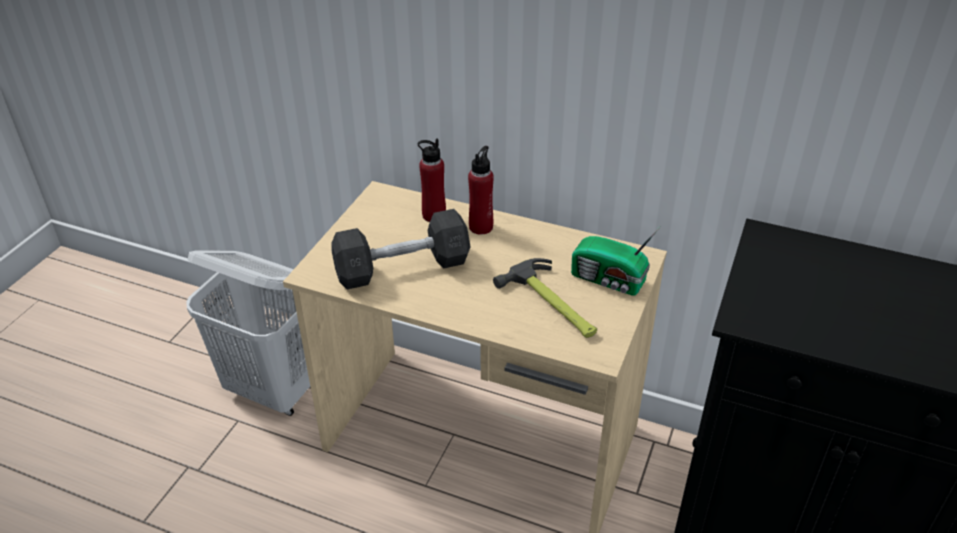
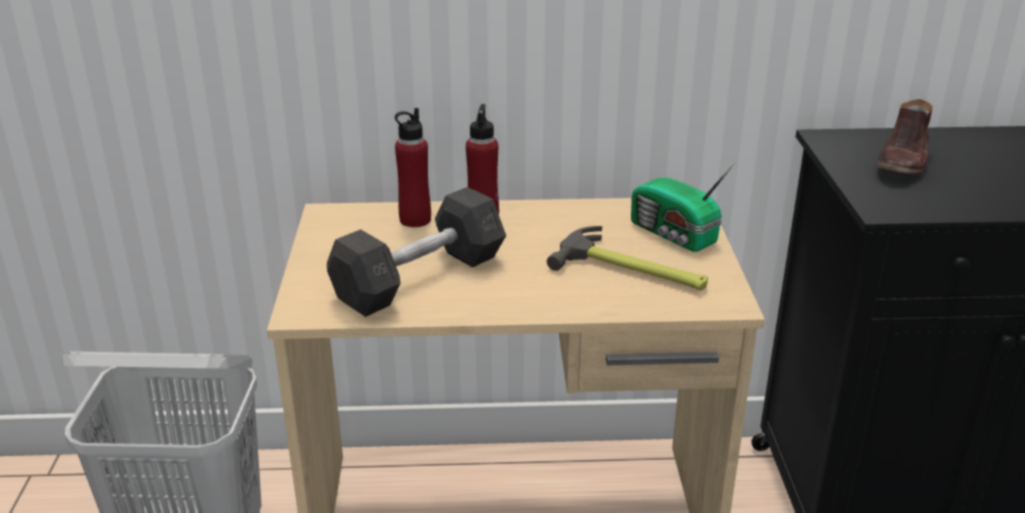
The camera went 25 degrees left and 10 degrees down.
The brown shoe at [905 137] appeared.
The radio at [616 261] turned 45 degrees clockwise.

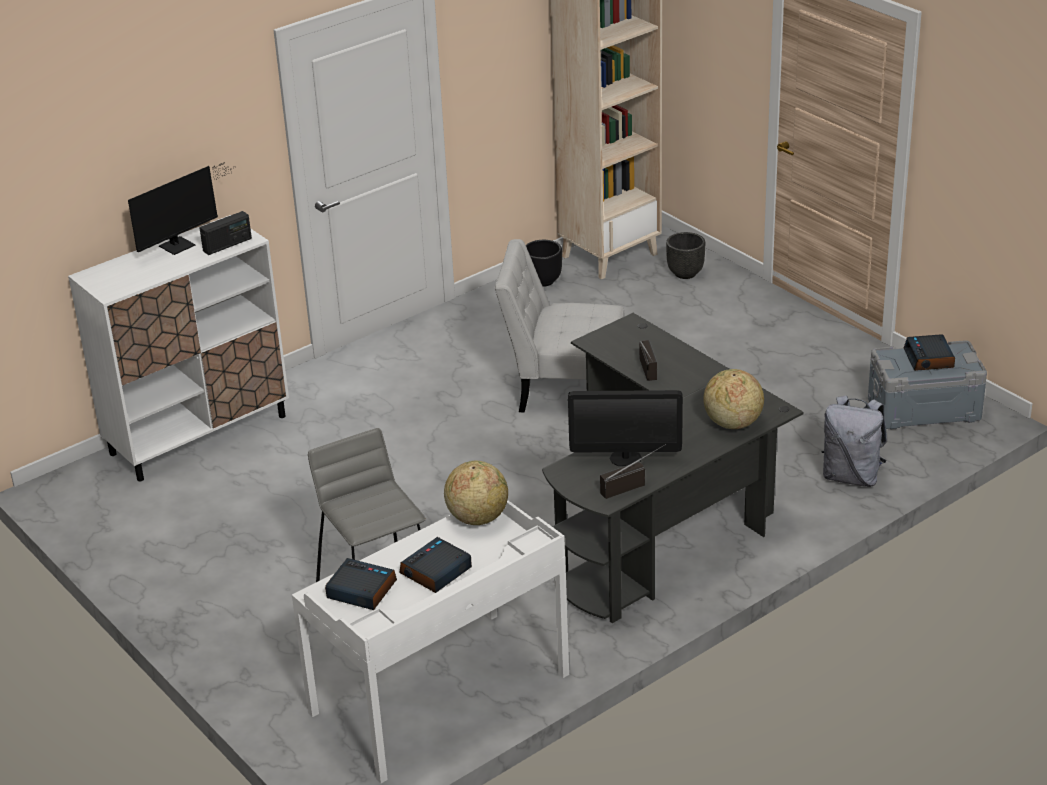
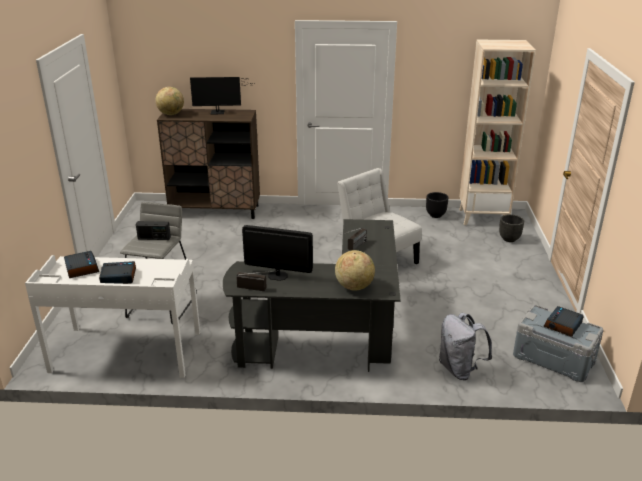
The camera went 40 degrees right and 5 degrees down.
The radio moved from [225 233] to [153 230].
The globe moved from [476 493] to [169 101].
The white cabinet at [178 348] became the brown cabinet at [208 164].
The monitor at [625 428] turned 150 degrees clockwise.

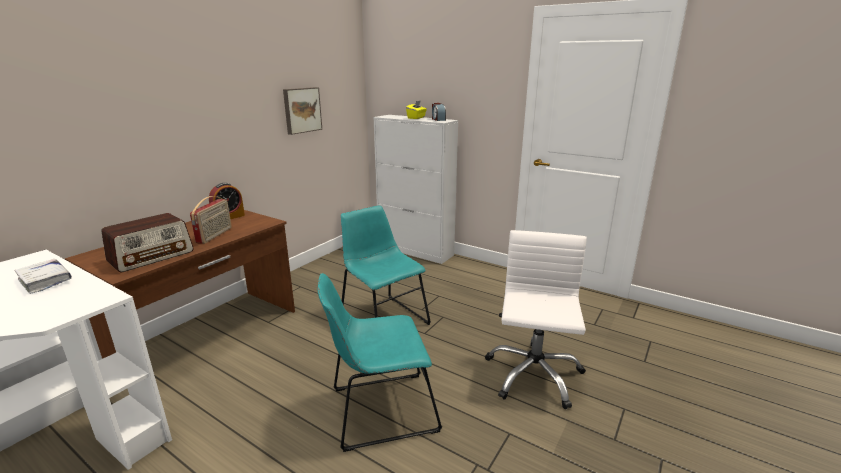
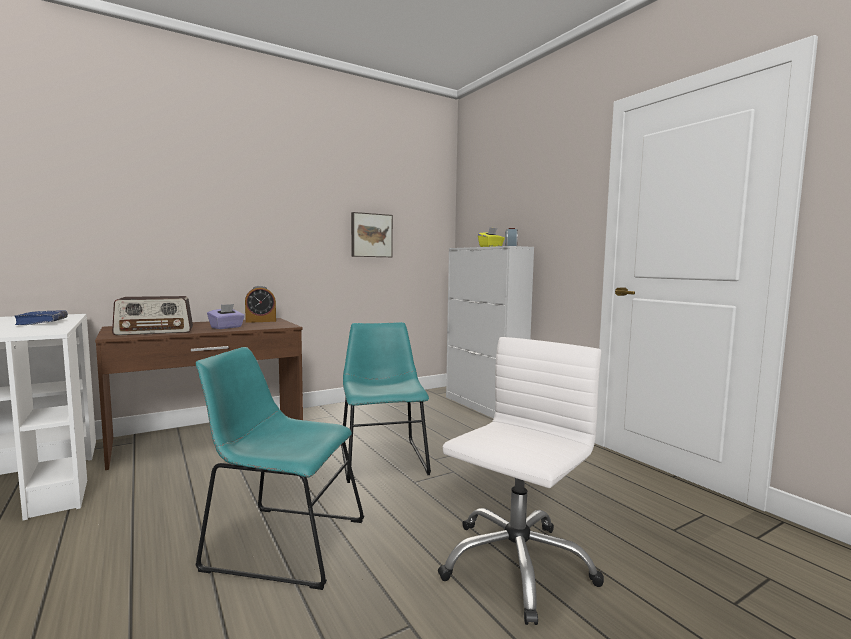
The camera went 25 degrees right and 15 degrees down.
The radio at [211 220] was replaced by the purple tissue box at [226 316].
The white book at [43 276] became the blue book at [41 317].

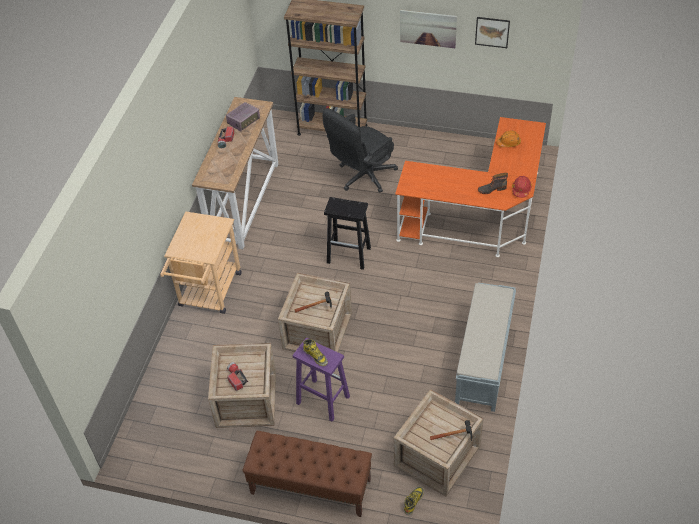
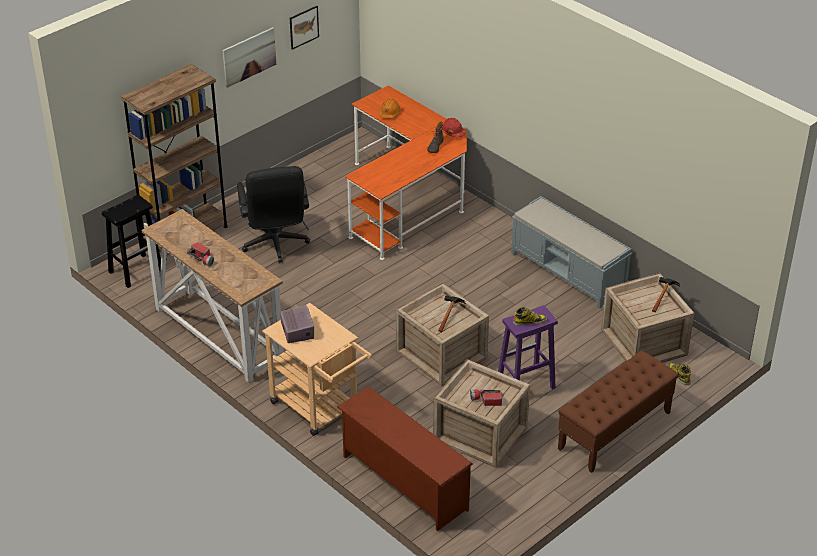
The camera went 60 degrees left and 10 degrees down.
The brown shoe rack at [405 458] appeared.
The radio moved from [243 117] to [297 324].
The black stool moved from [347 233] to [131 241].

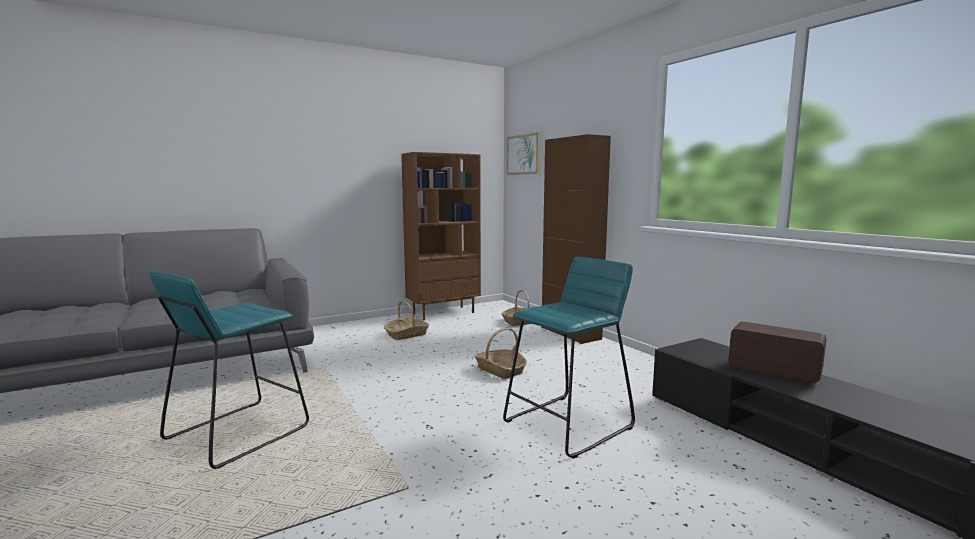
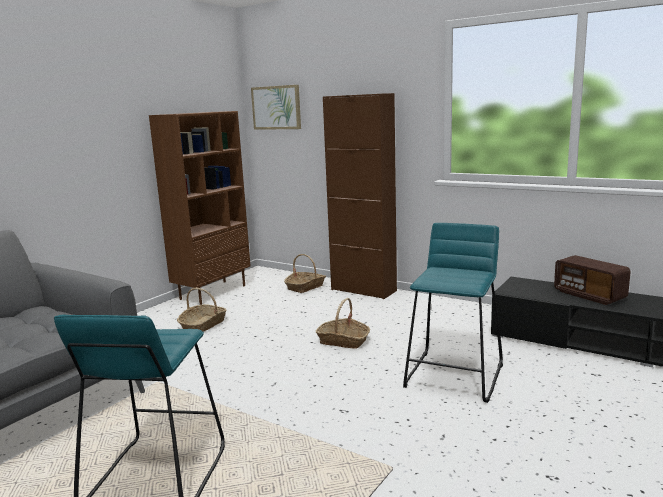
The camera went 25 degrees left and 5 degrees up.
The radio at [777 353] turned 135 degrees counterclockwise.

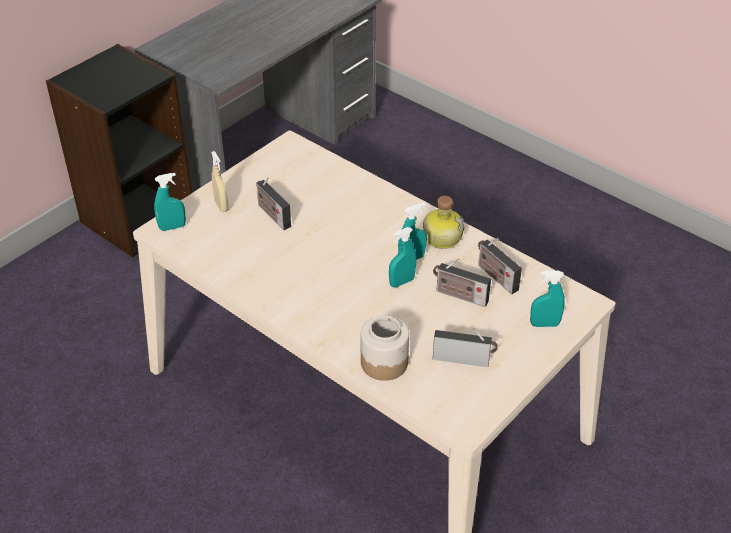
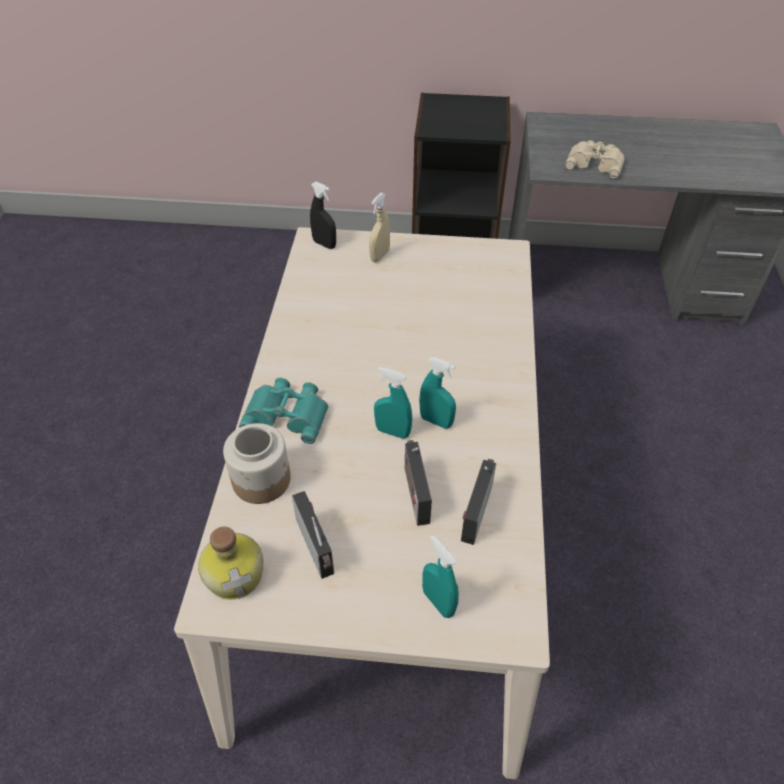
The camera went 55 degrees right and 5 degrees up.
The radio at [273 203] disappeared.
The turquoise binoculars at [283 411] appeared.
The beige binoculars at [595 159] appeared.
The bottle moved from [443 222] to [231 563].
The turquoise spray bottle at [170 202] became the black spray bottle at [323 215].

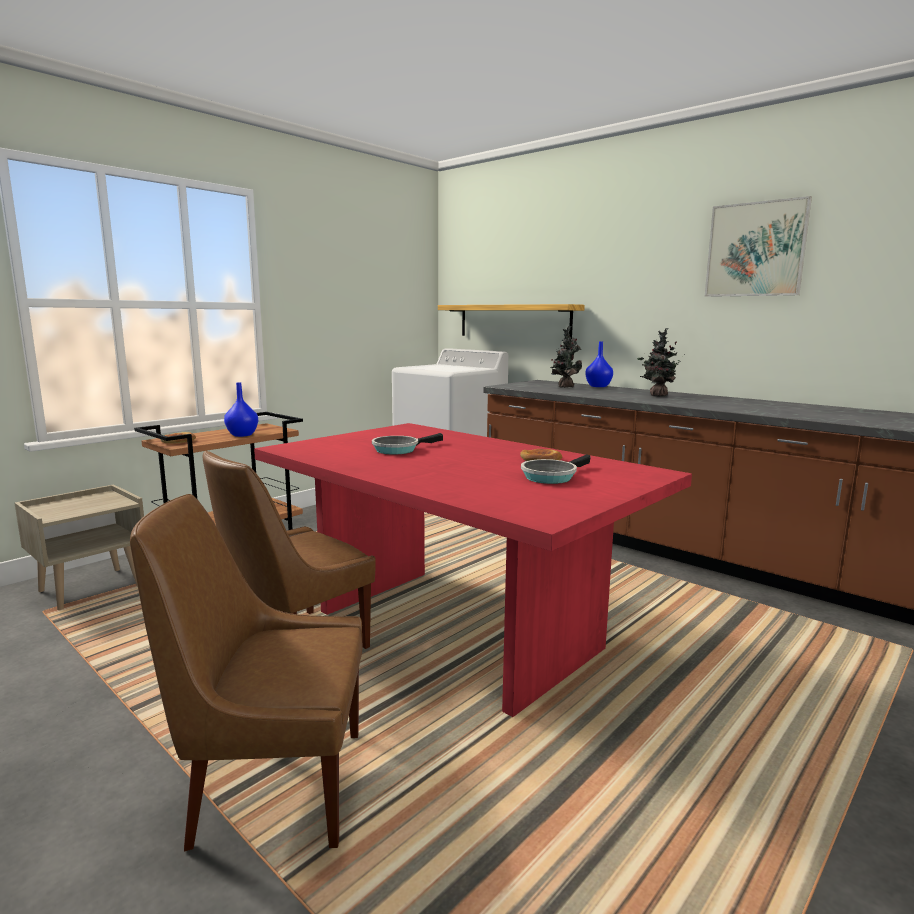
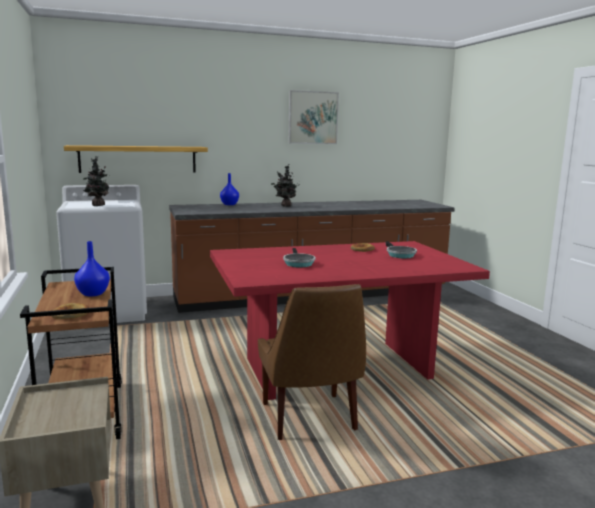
The camera went 60 degrees left and 0 degrees up.
The brown chair at [246 672] disappeared.
The potted plant moved from [566 357] to [96 181].

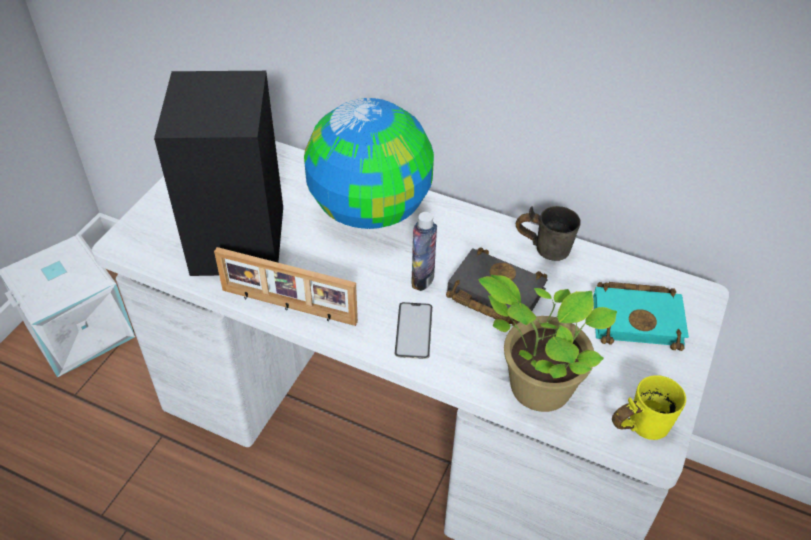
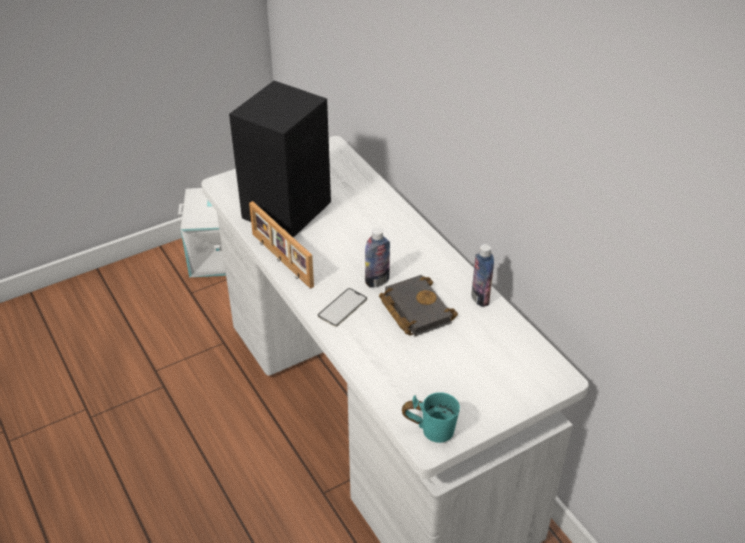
The camera went 35 degrees right and 5 degrees down.
The globe at [369 163] disappeared.
The potted plant at [548 343] disappeared.
The turquoise book at [641 316] disappeared.
The grey mug at [548 233] was replaced by the bottle at [482 275].
The yellow mug at [649 407] became the turquoise mug at [431 417].

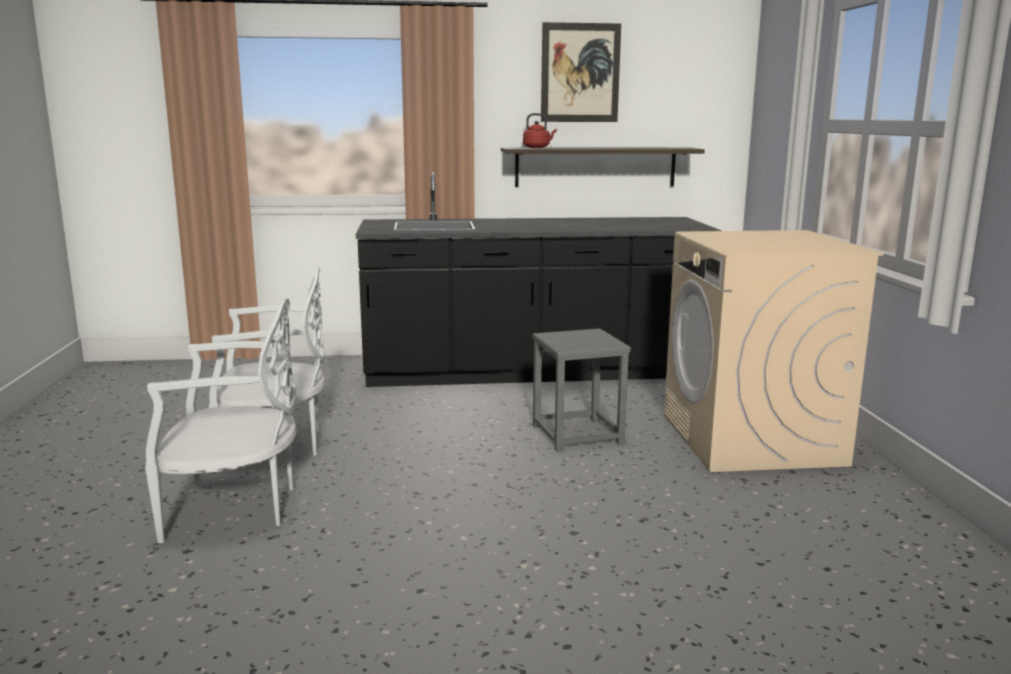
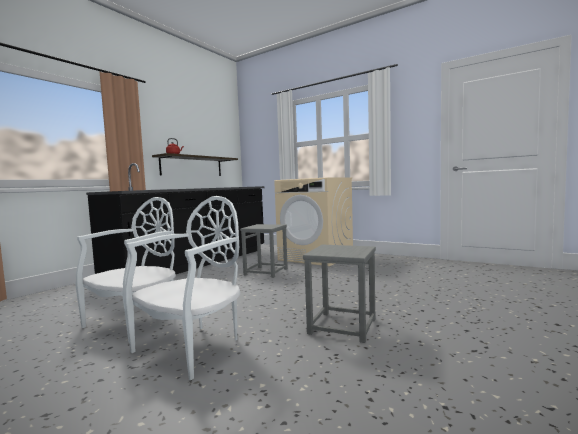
The camera went 50 degrees left and 10 degrees down.
The picture at [581 72] disappeared.
The grey stool at [339 294] appeared.

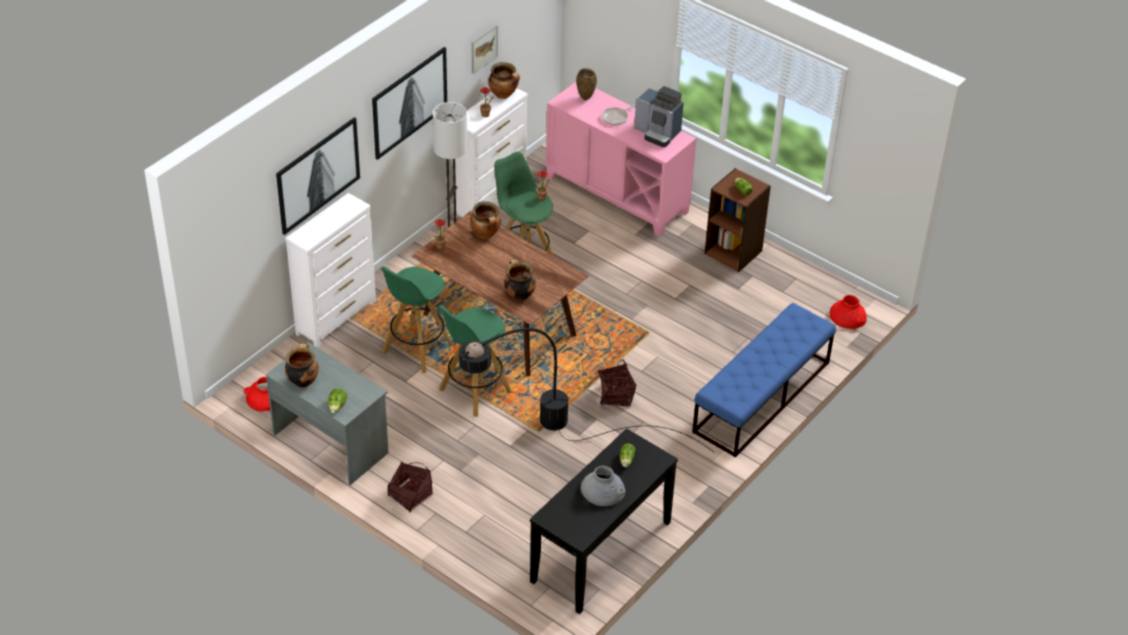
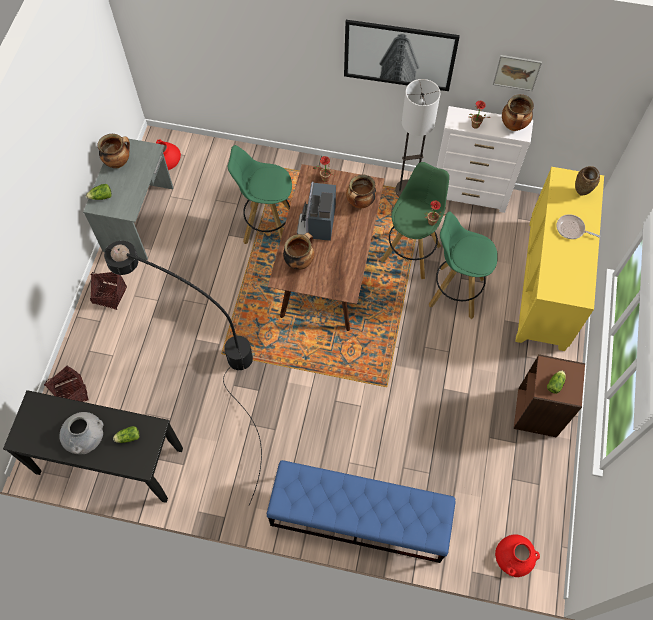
The camera went 65 degrees right and 20 degrees up.
The picture at [318 176] disappeared.
The white dresser at [330 270] disappeared.
The green stool moved from [475 361] to [463 265].
The basket moved from [617 383] to [66 383].
The coffee machine moved from [659 116] to [316 211].
The pink cabinet at [621 159] became the yellow cabinet at [559 259].

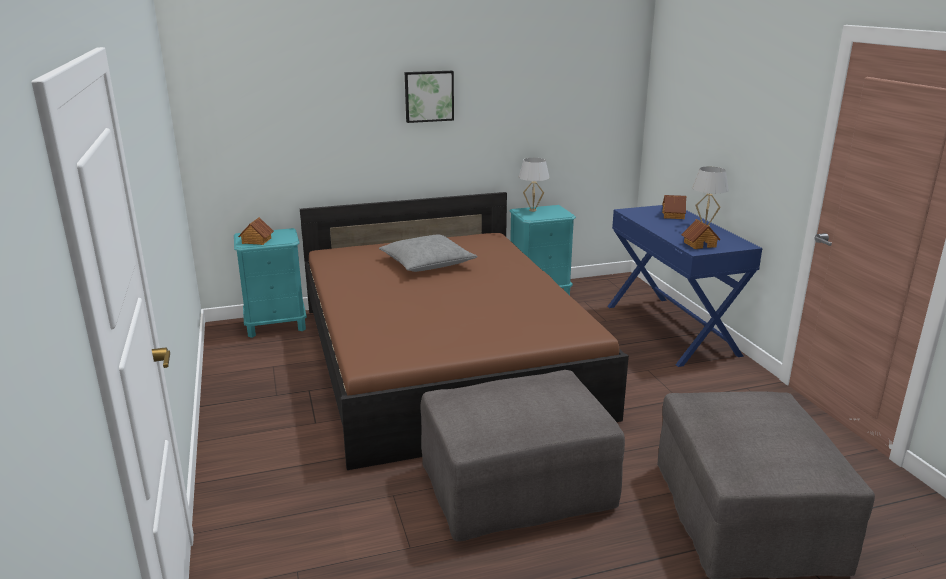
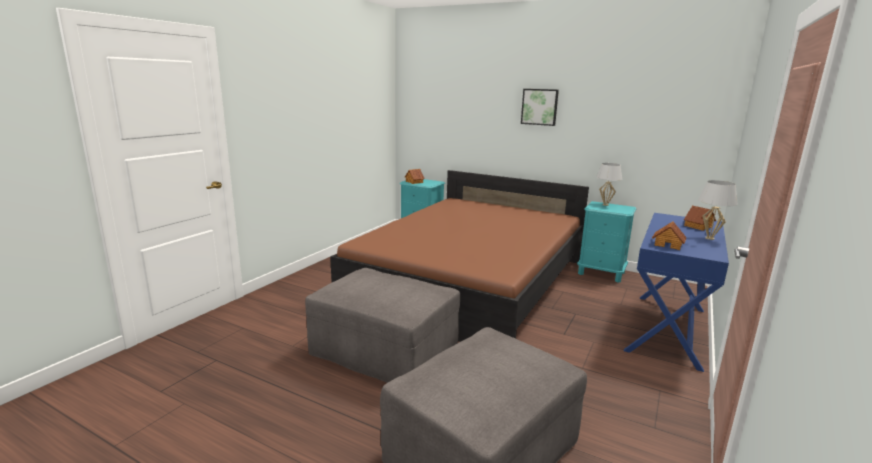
The camera went 45 degrees right and 5 degrees down.
The grey pillow at [428 253] disappeared.

